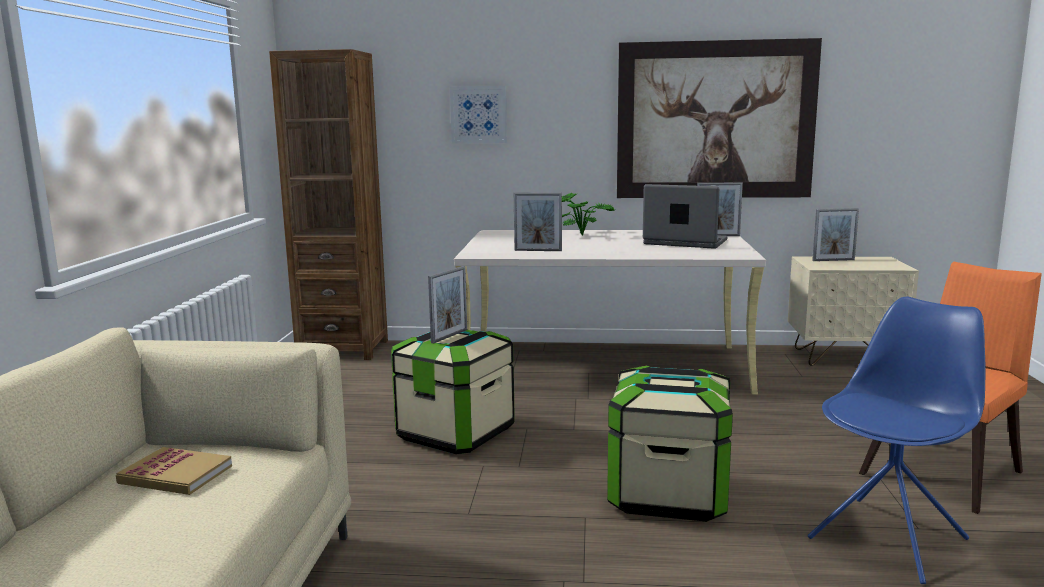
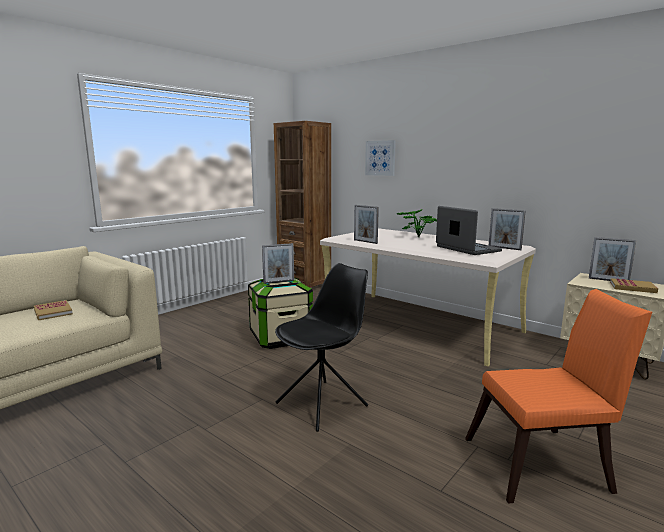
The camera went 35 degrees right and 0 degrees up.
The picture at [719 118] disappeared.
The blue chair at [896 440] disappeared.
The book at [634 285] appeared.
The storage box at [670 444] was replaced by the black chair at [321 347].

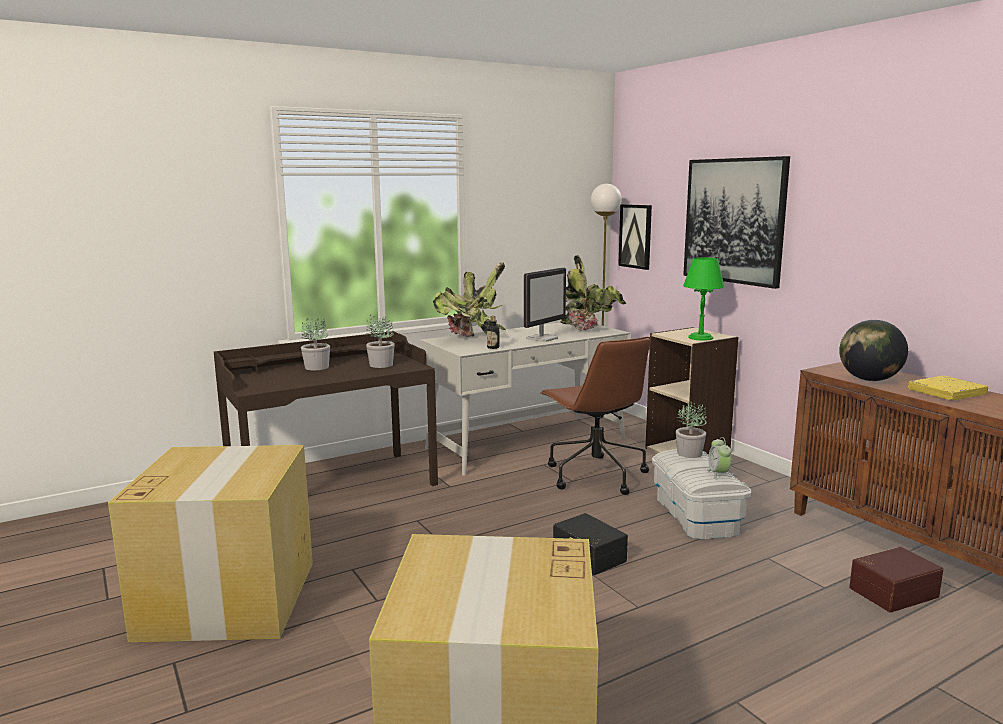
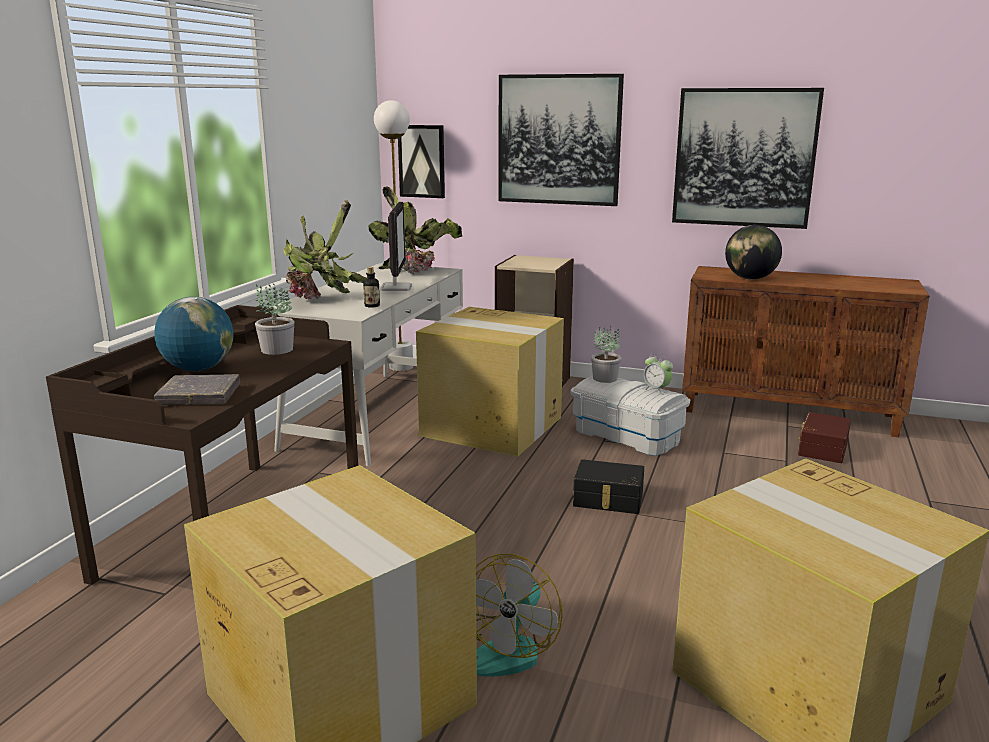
The camera went 40 degrees left and 5 degrees up.
The green table lamp at [704 299] disappeared.
The yellow book at [948 388] disappeared.
The grey book at [197 389] appeared.
The fan at [519 615] appeared.
The picture at [748 158] appeared.
The potted plant at [315 343] was replaced by the globe at [193 334].
The brown office chair at [595 416] was replaced by the cardboard box at [490 381].

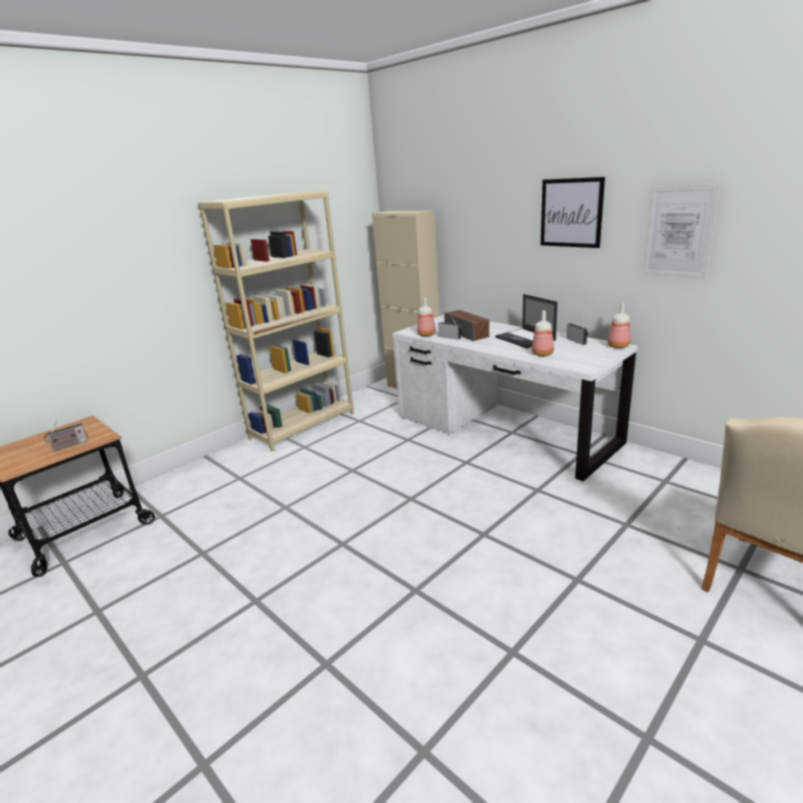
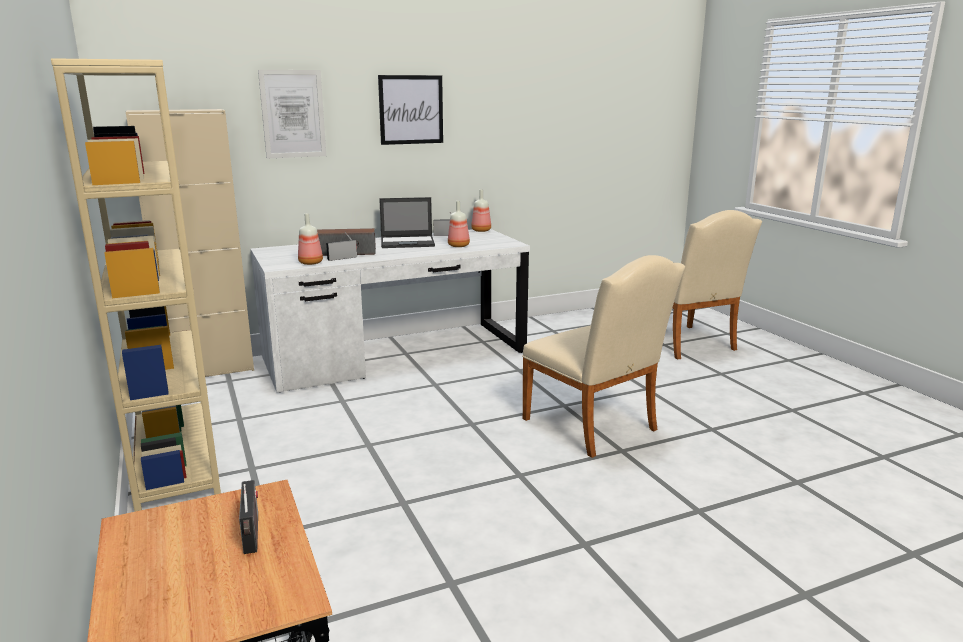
The camera went 70 degrees left and 5 degrees down.
The beige chair at [603 356] appeared.
The picture moved from [681 231] to [292 114].

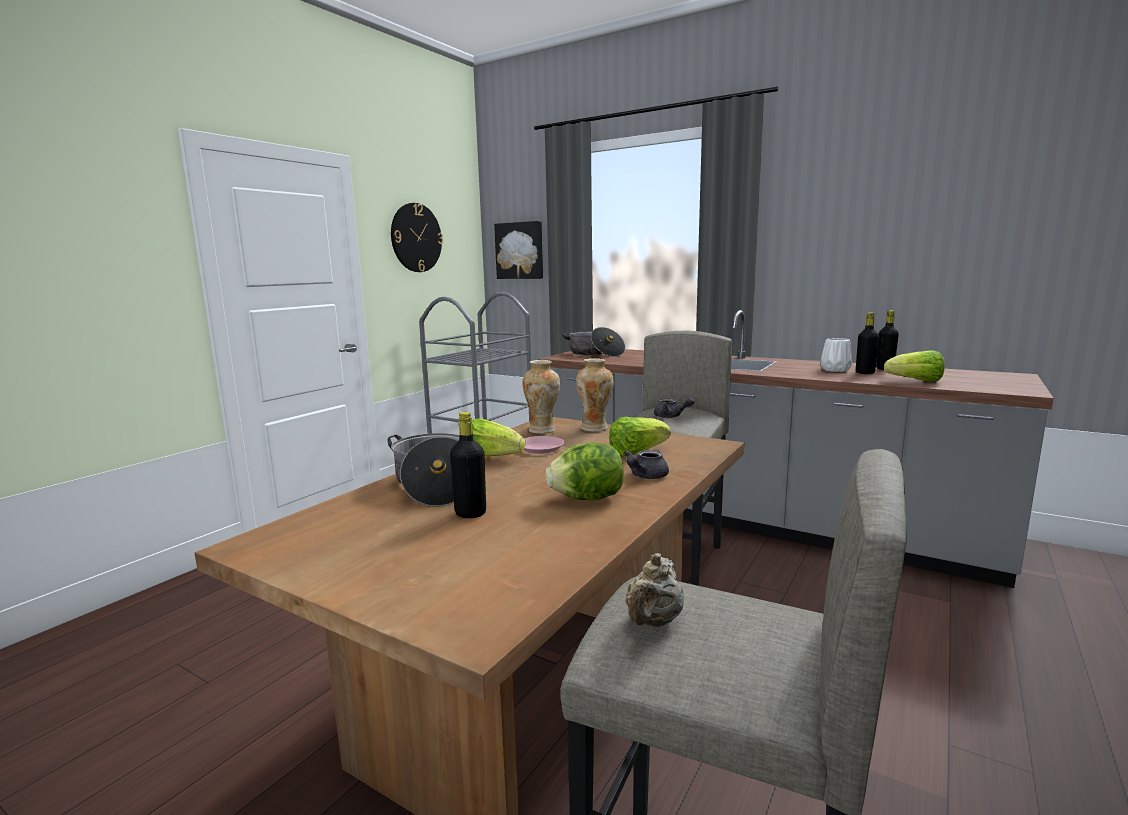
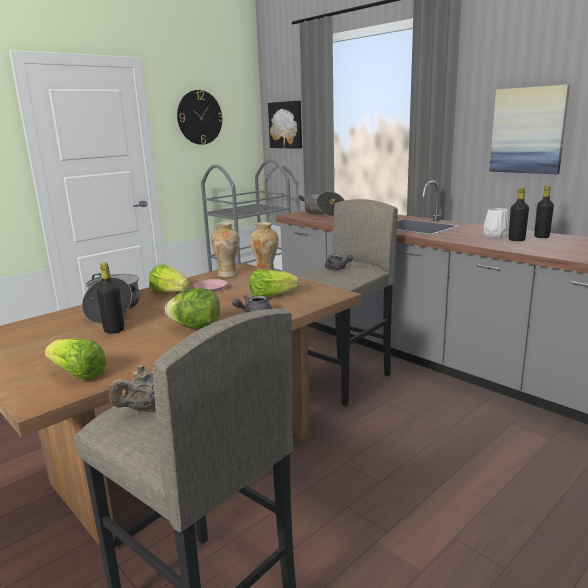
The camera went 15 degrees right and 5 degrees up.
The picture at [529 129] appeared.
The lettuce moved from [914 366] to [75 360].

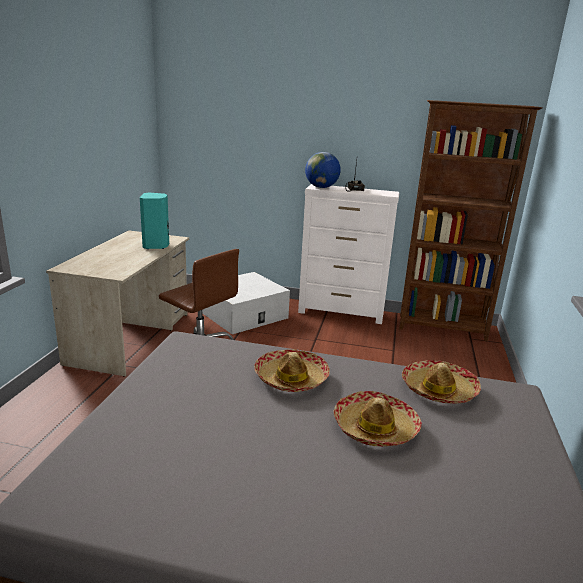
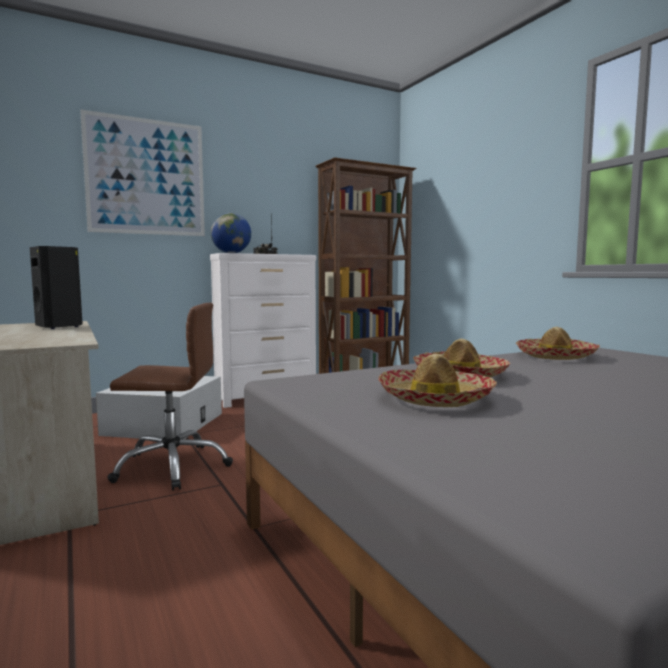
The camera went 40 degrees left and 15 degrees down.
The picture at [142 172] appeared.
The hat moved from [378 419] to [437 380].
The turquoise speaker at [154 221] became the black speaker at [56 287].

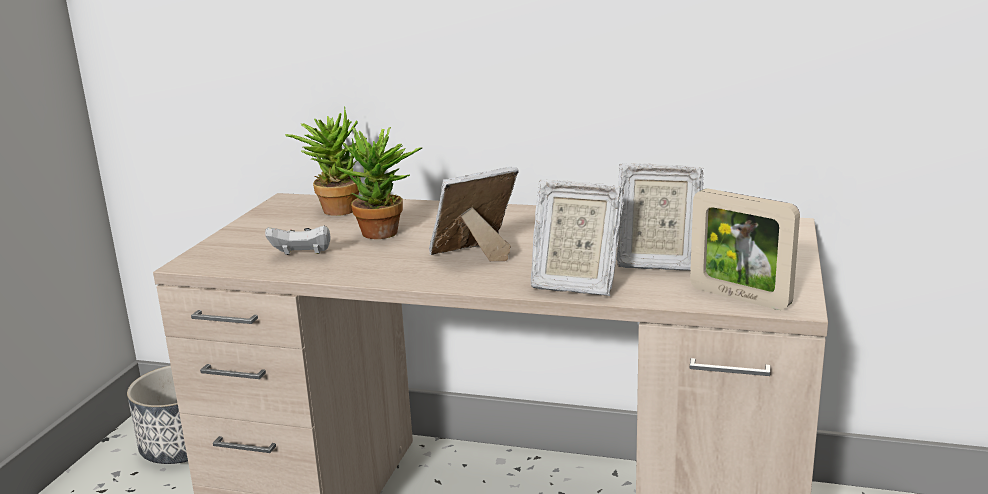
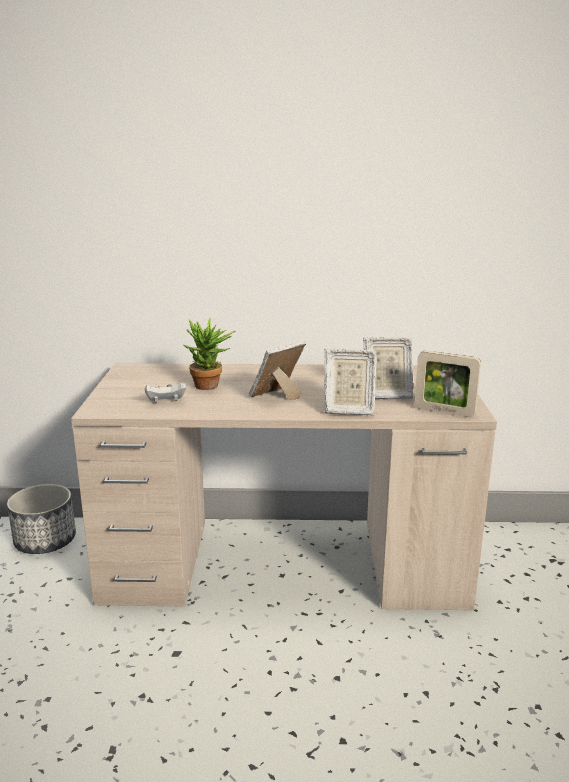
The camera went 15 degrees left and 0 degrees up.
The potted plant at [326 161] disappeared.

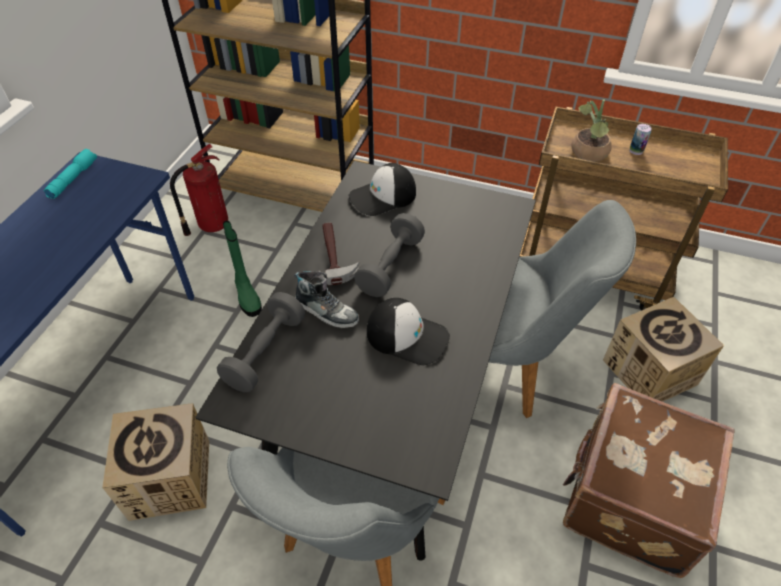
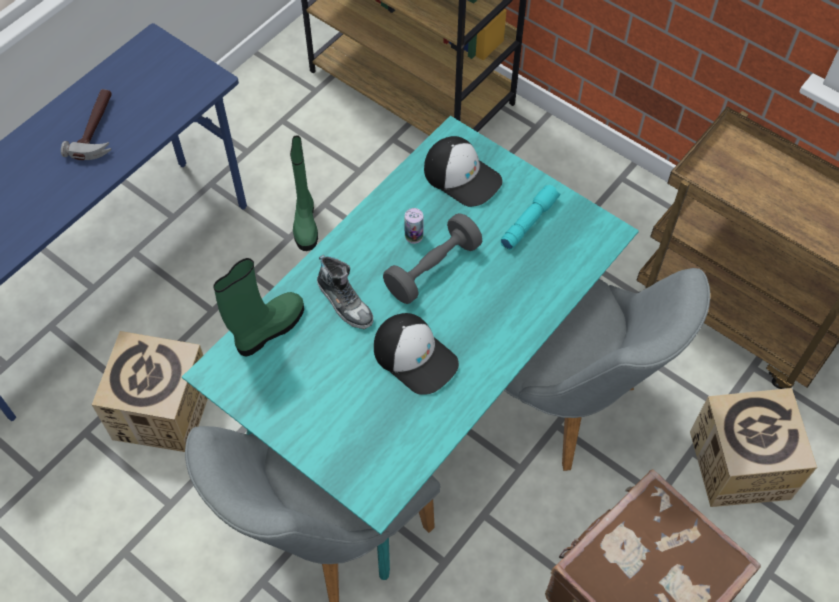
The camera went 20 degrees right and 10 degrees up.
The fire extinguisher at [199 190] disappeared.
The potted plant at [591 130] disappeared.
The turquoise flashlight moved from [70 174] to [530 217].
The hammer moved from [339 254] to [86 124].
The can moved from [641 139] to [414 226].
The grey dumbbell at [261 342] was replaced by the green boot at [258 307].
The black dining table at [365 361] became the turquoise dining table at [410 348].
The cap at [382 189] turned 135 degrees counterclockwise.

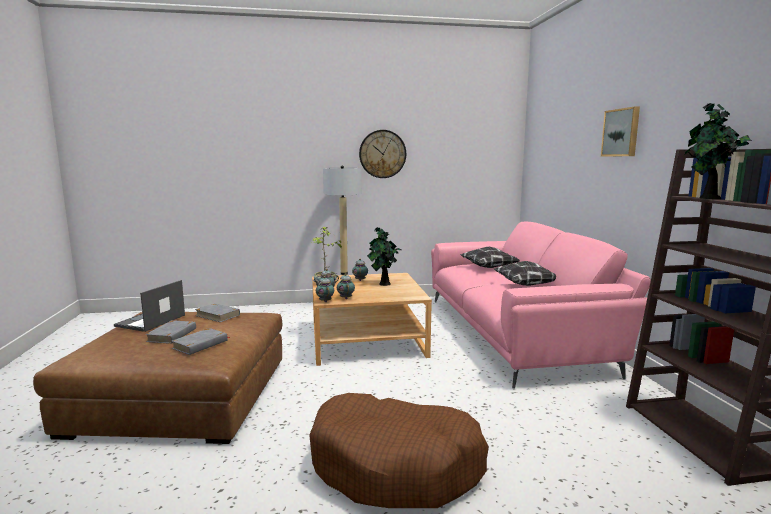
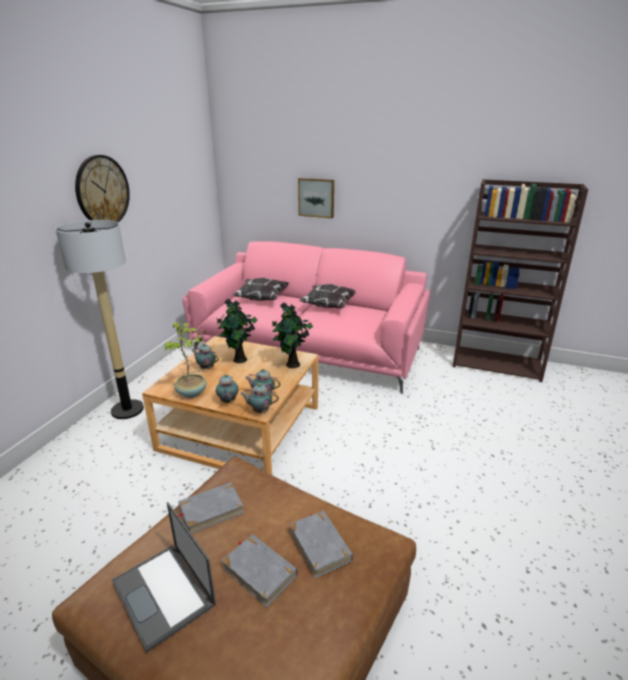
The camera went 60 degrees left and 15 degrees up.
The brown dog bed at [399 450] disappeared.
The picture moved from [620 131] to [316 198].
The potted plant moved from [718 151] to [292 335].

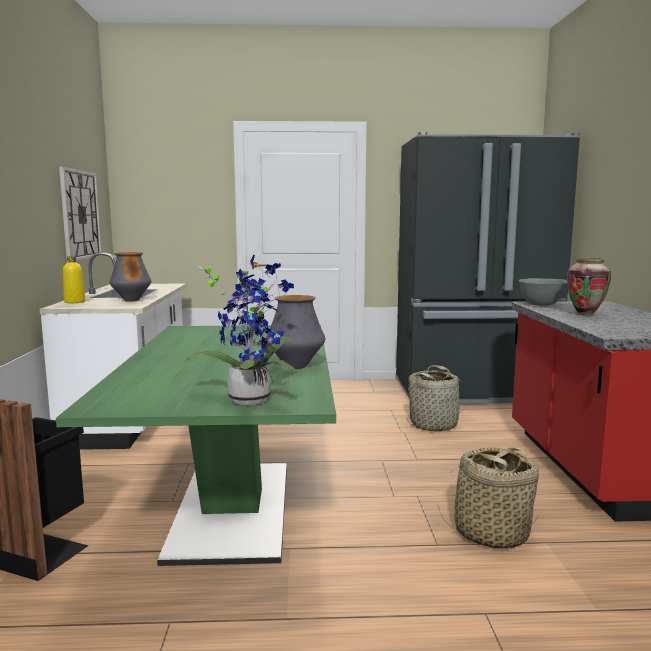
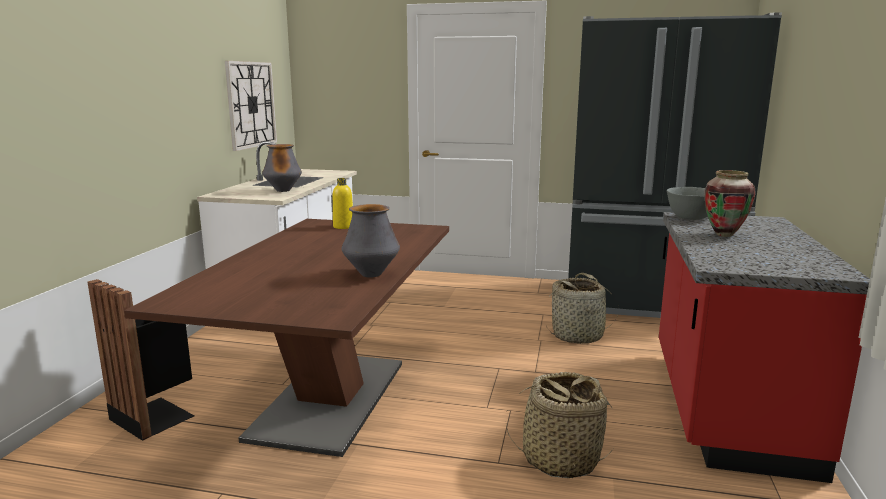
The camera went 15 degrees right and 5 degrees up.
The potted plant at [241 329] disappeared.
The yellow bottle moved from [74 279] to [343 203].
The green dining table at [196 445] became the brown dining table at [286 338].

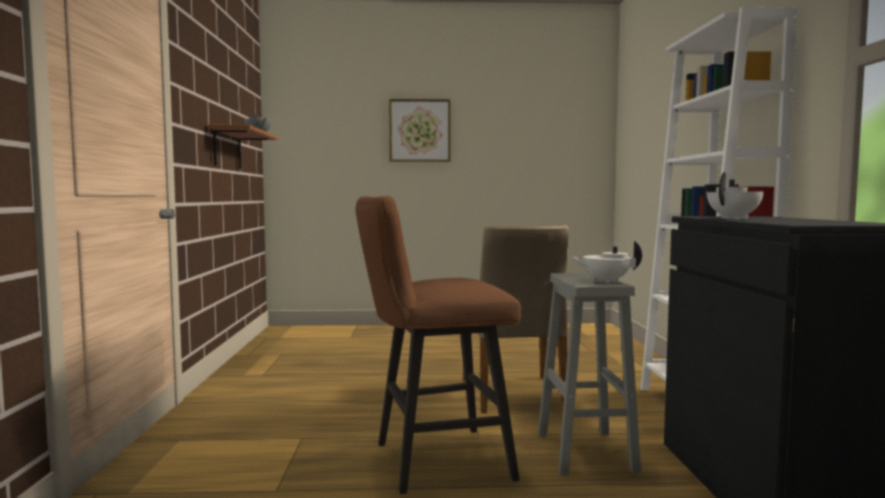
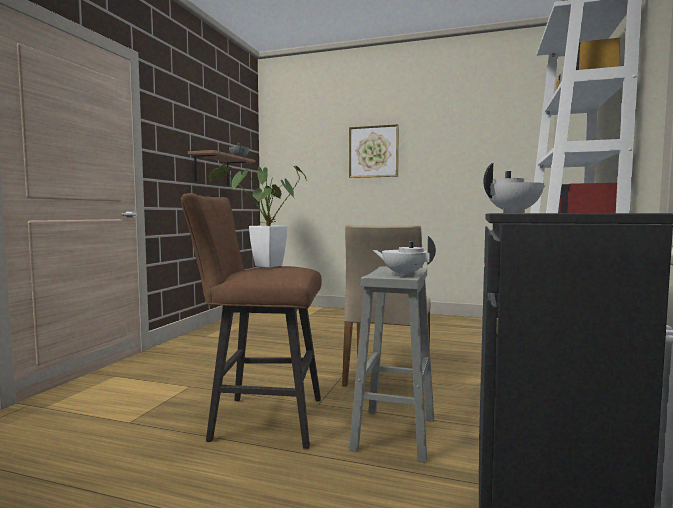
The camera went 20 degrees right and 0 degrees up.
The potted plant at [257 215] appeared.

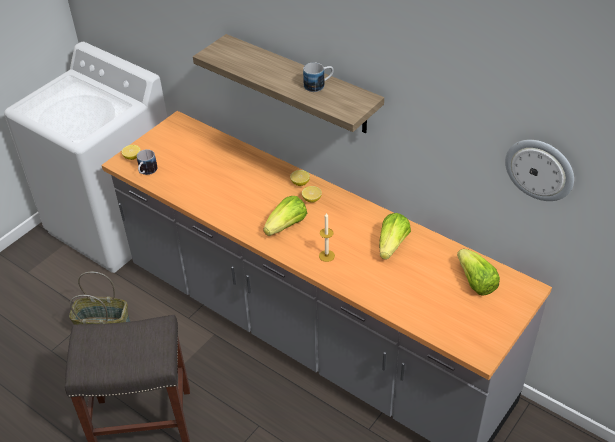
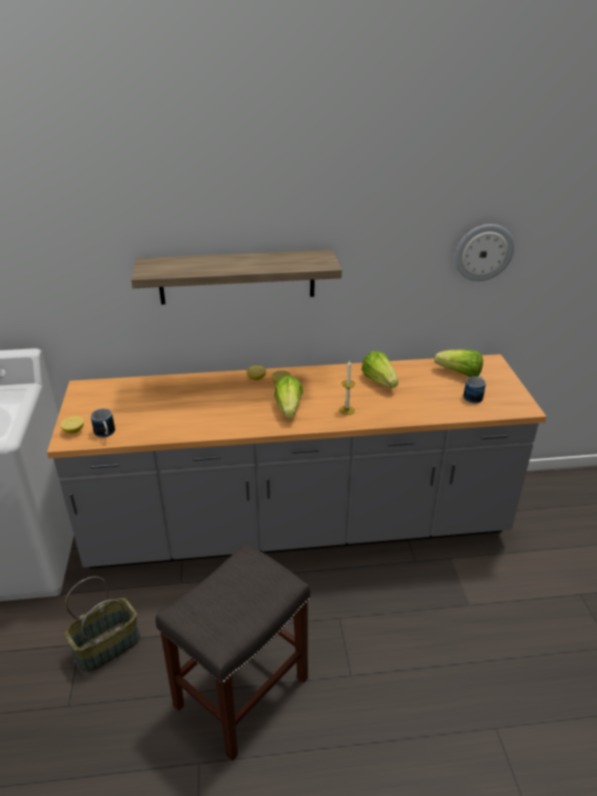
The camera went 45 degrees left and 10 degrees down.
The mug moved from [318 77] to [474 389].

